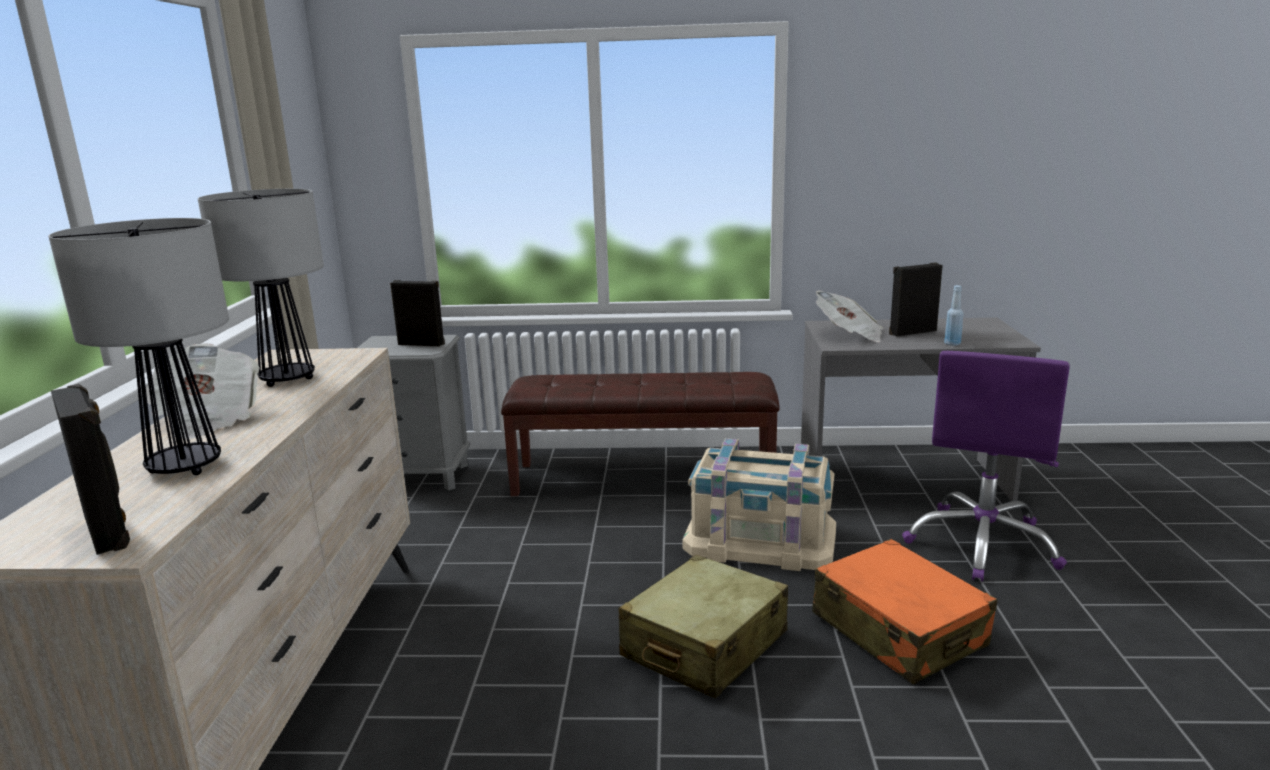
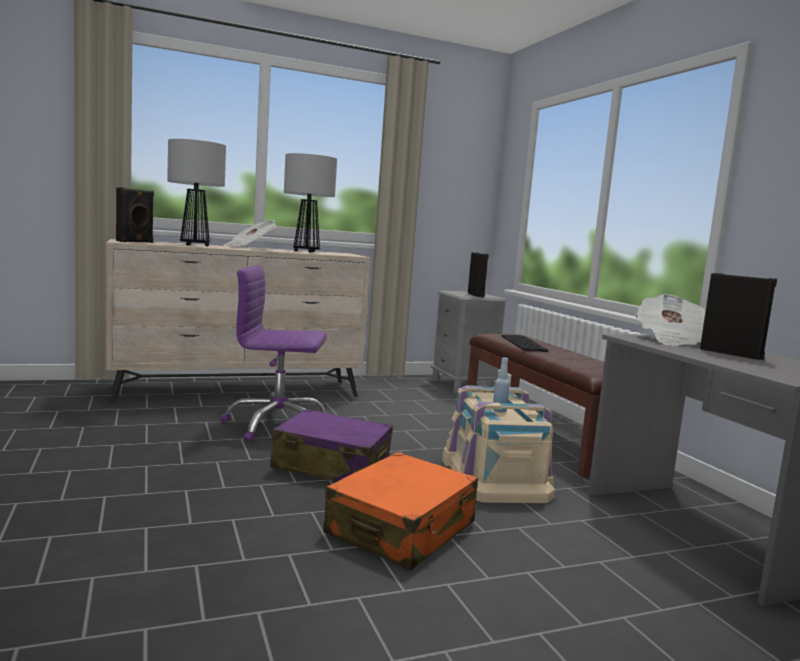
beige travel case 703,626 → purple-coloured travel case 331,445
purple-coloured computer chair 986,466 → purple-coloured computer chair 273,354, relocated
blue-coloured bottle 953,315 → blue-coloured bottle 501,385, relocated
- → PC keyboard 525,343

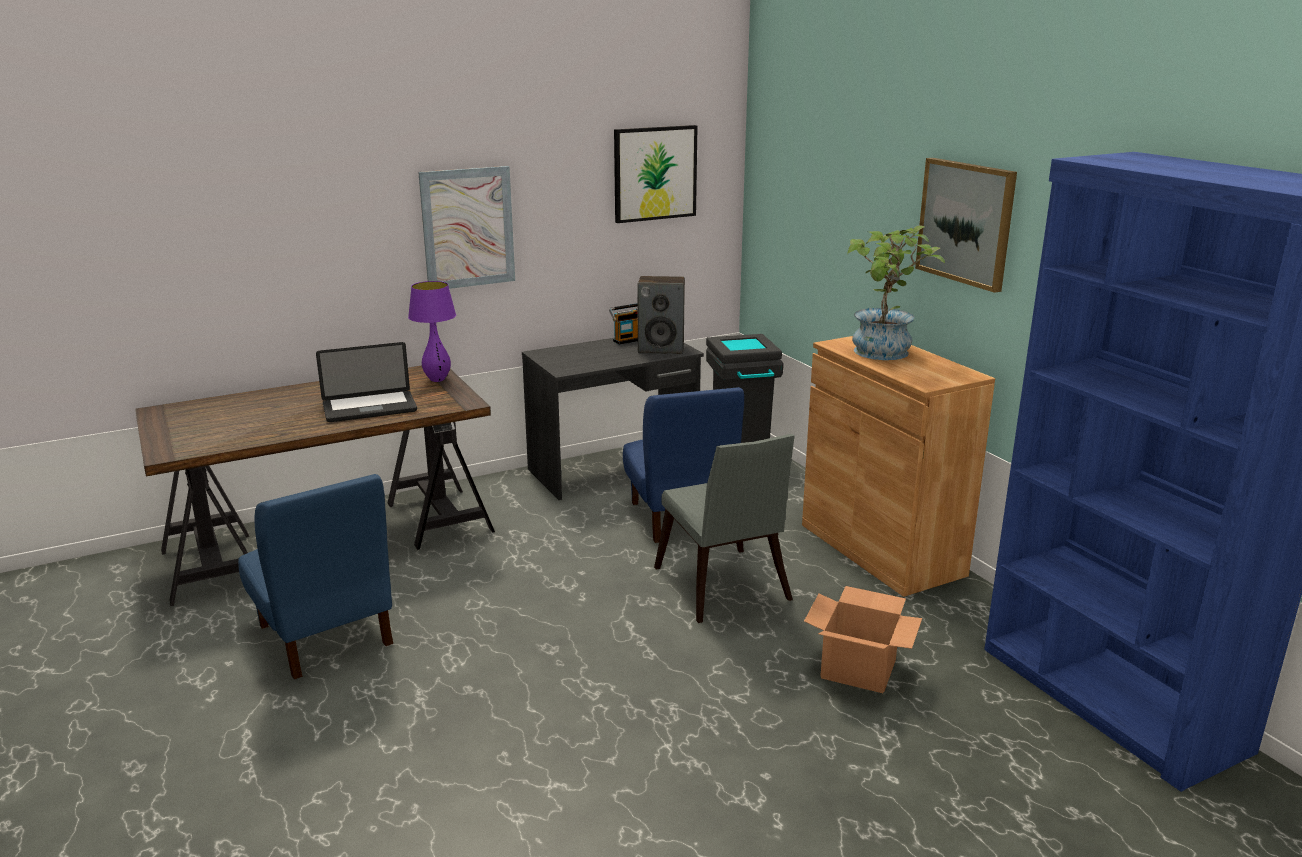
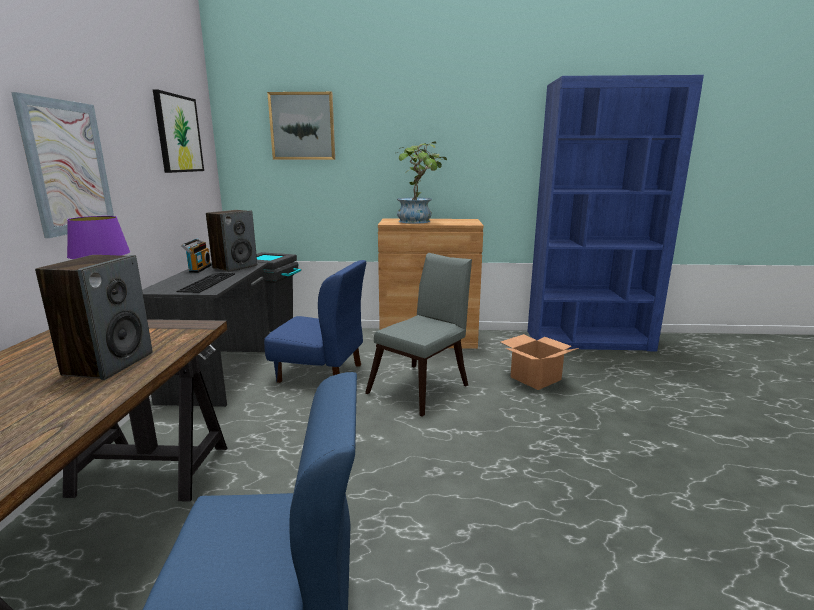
laptop 366,382 → speaker 94,317
greyish chair 724,528 → greyish chair 418,335, 60 degrees counterclockwise
picture 966,225 → picture 301,126, relocated
- → PC keyboard 205,283

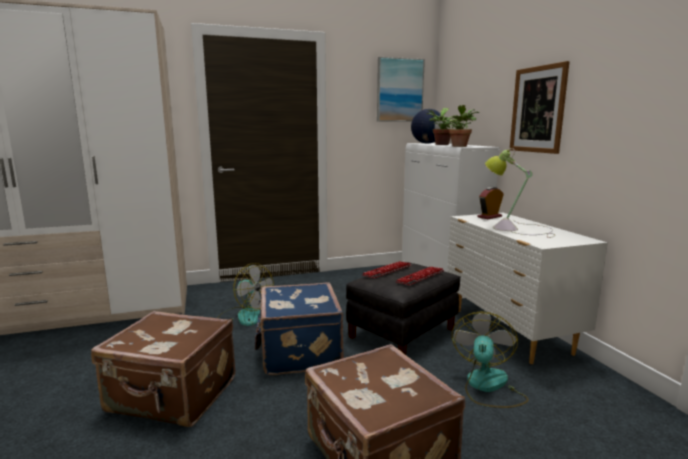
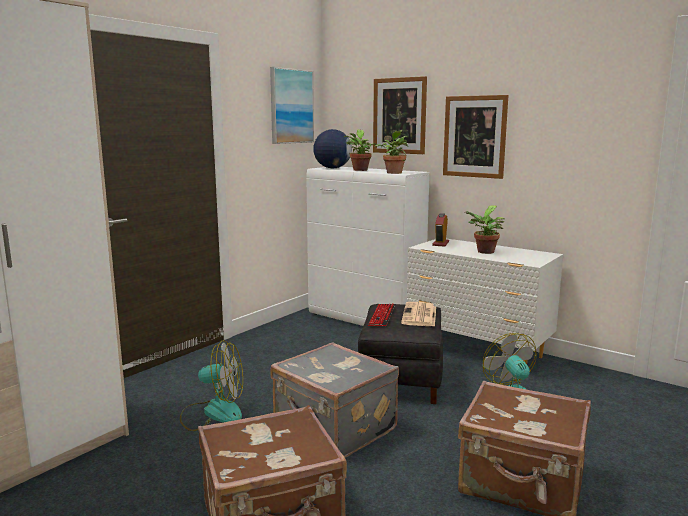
blue-coloured travel case 299,328 → greyish travel case 334,400
PC keyboard 419,275 → newspaper 418,314
table lamp 520,193 → houseplant 484,230
- → picture 400,115

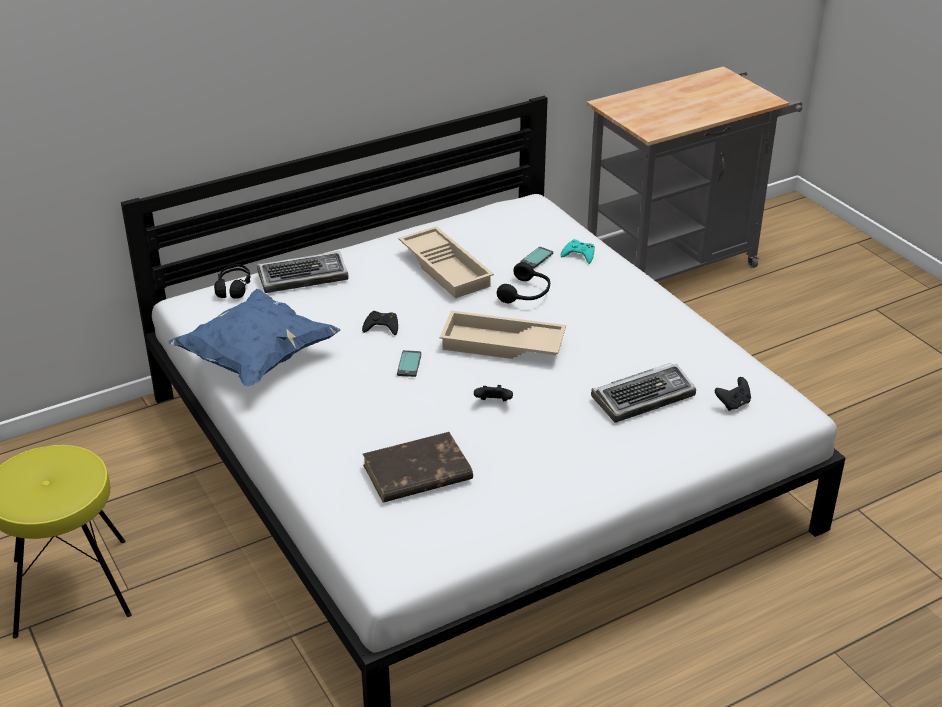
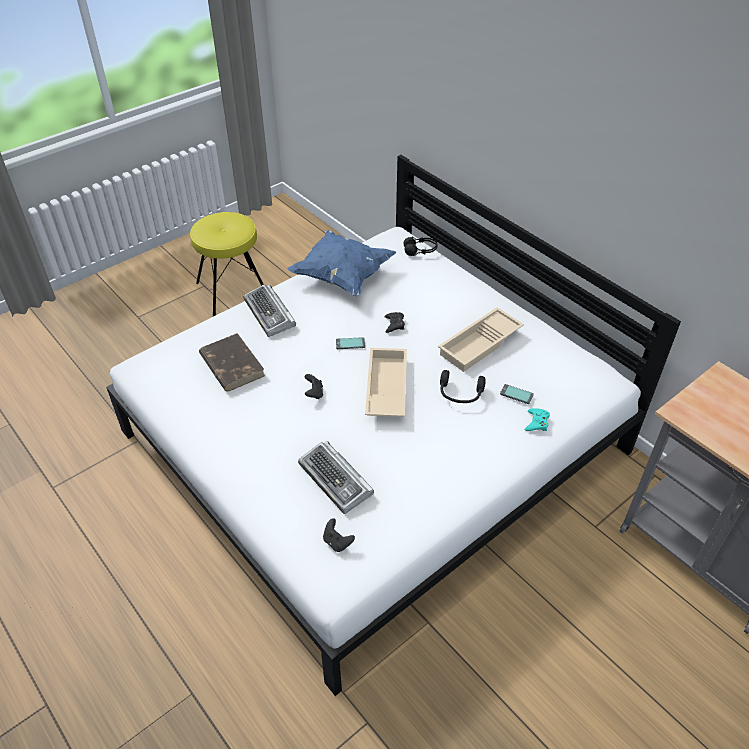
PC keyboard 303,272 → PC keyboard 269,310, relocated

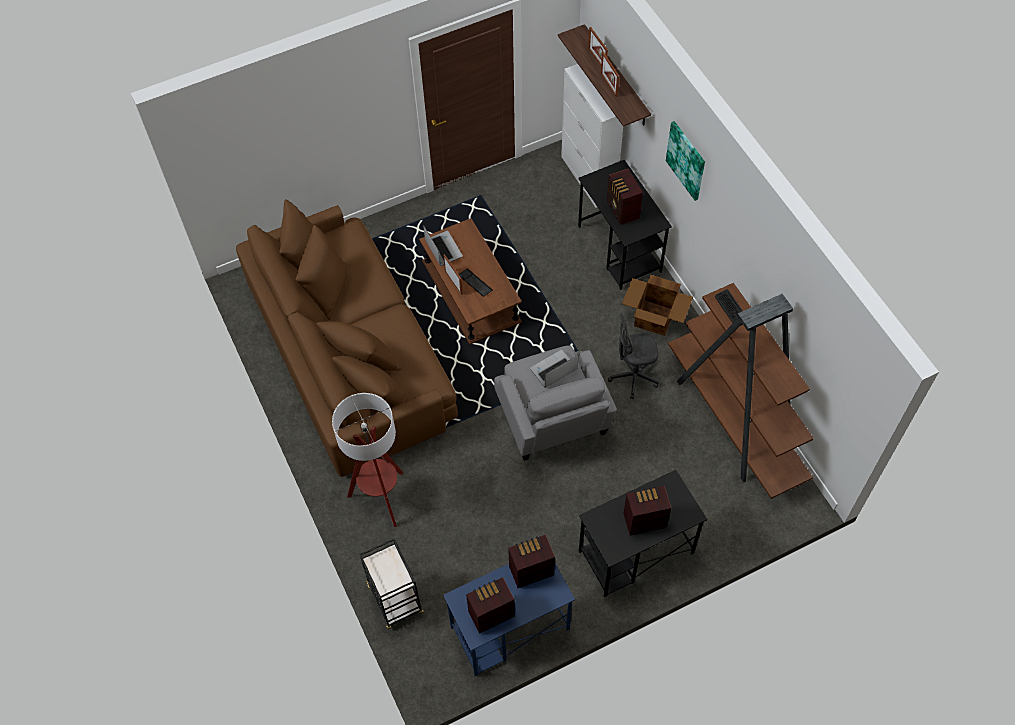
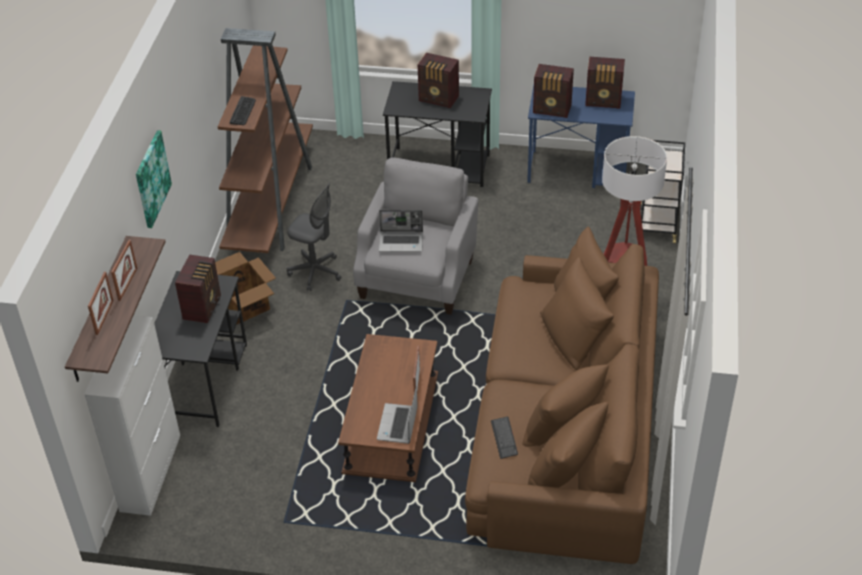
PC keyboard 476,282 → PC keyboard 504,438, relocated

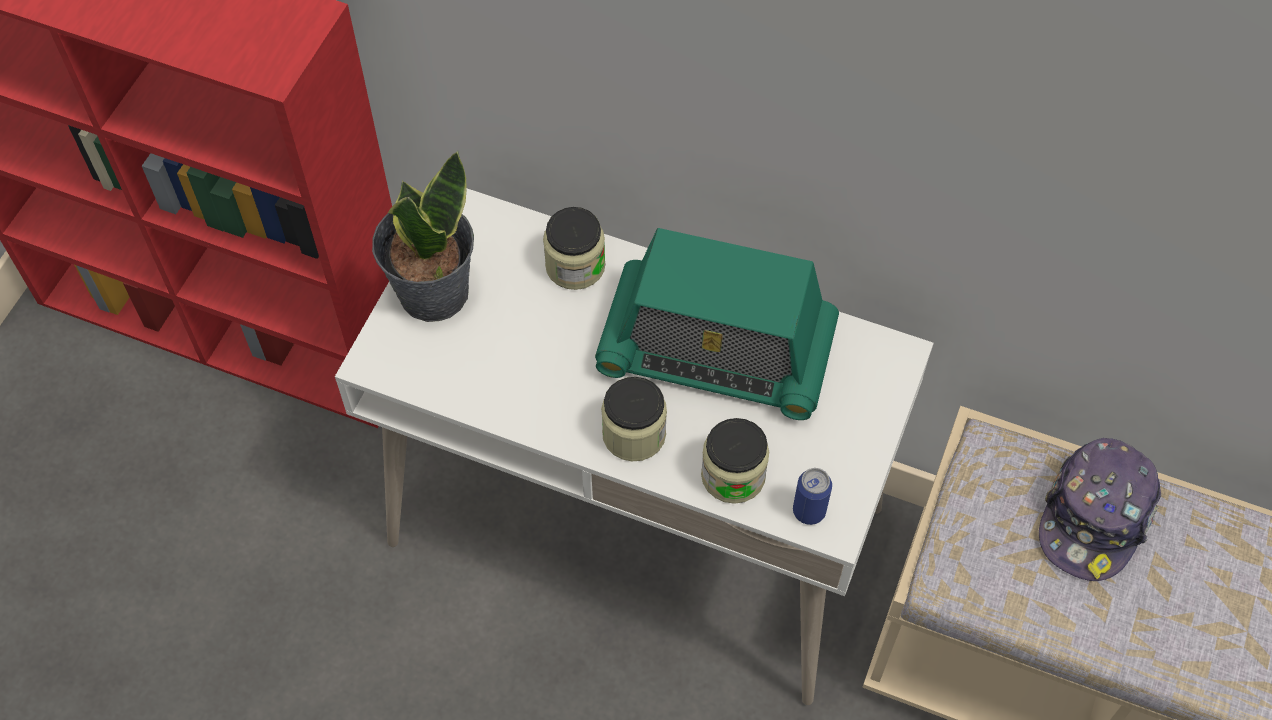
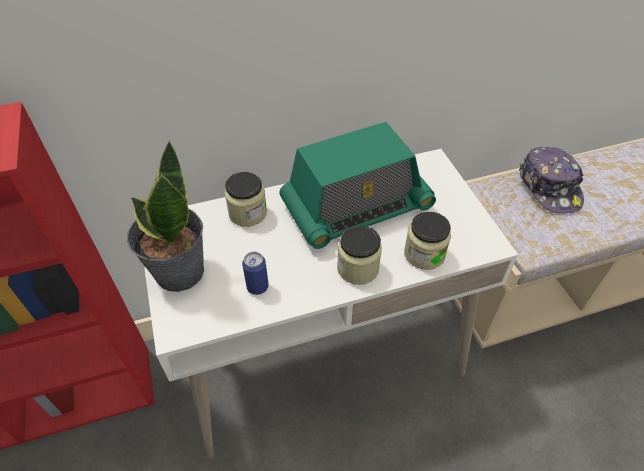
can 812,496 → can 255,273, relocated

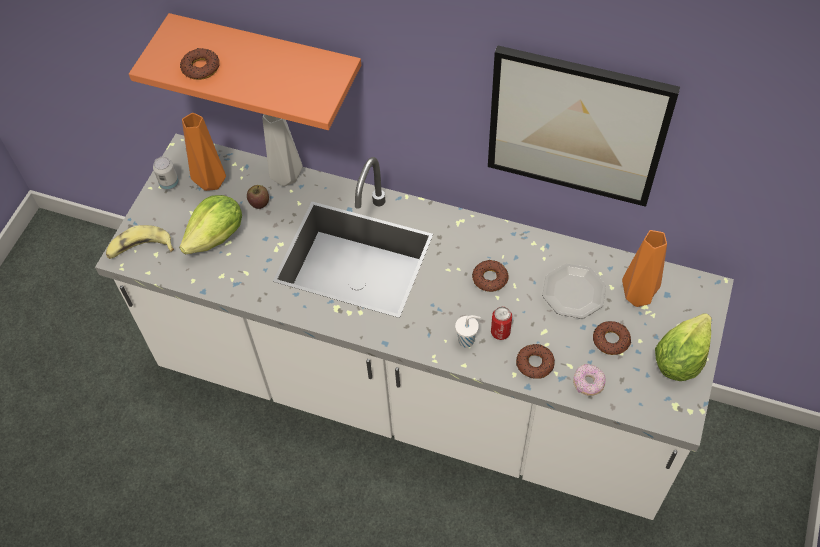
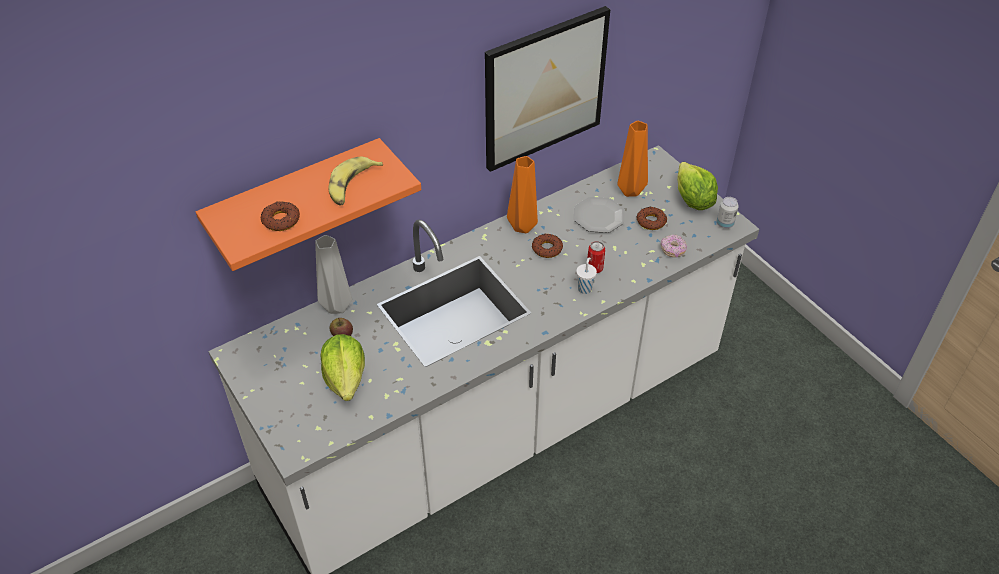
banana fruit 140,242 → banana fruit 355,181, relocated
can 166,173 → can 727,213, relocated
orangey decorative vase 204,152 → orangey decorative vase 522,194, relocated
doughnut 535,361 → -

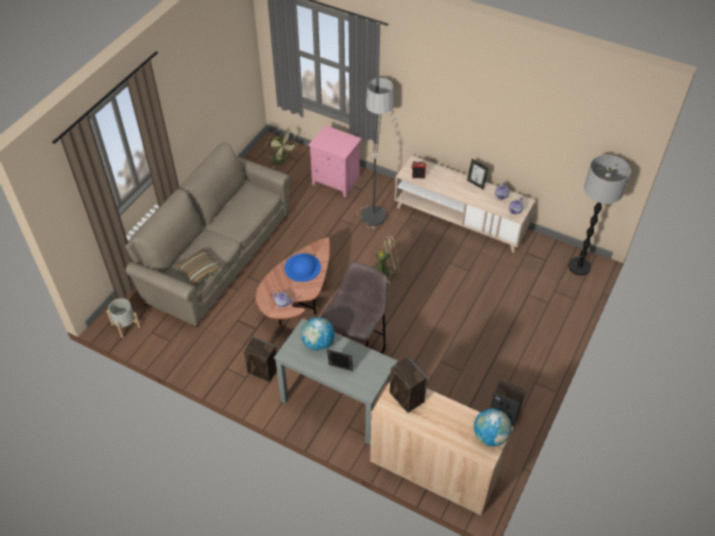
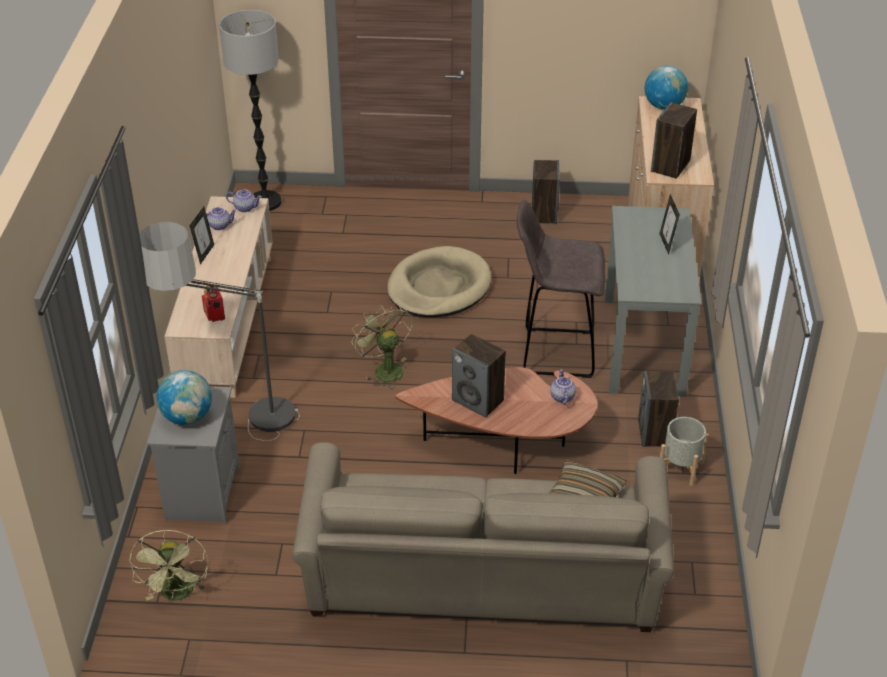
greyish flower pot 124,318 → greyish flower pot 684,451, relocated
green cooling fan 282,148 → green cooling fan 169,565, 150 degrees clockwise
blue-coloured wearable hat 302,267 → speaker 479,376
globe 318,334 → globe 184,397, relocated
pinkish nightstand 335,161 → greyish nightstand 193,455
- → beige dog bed 439,281

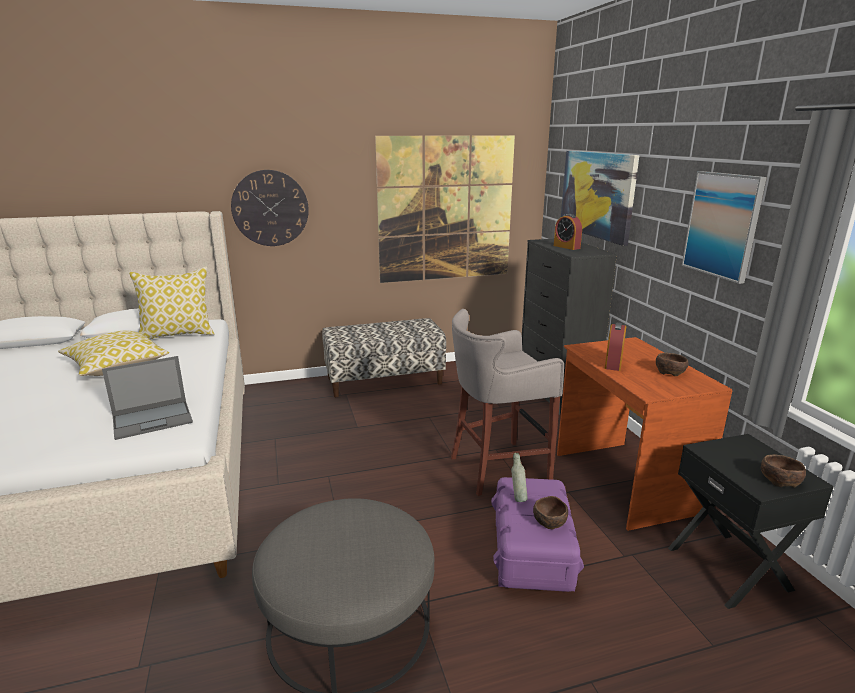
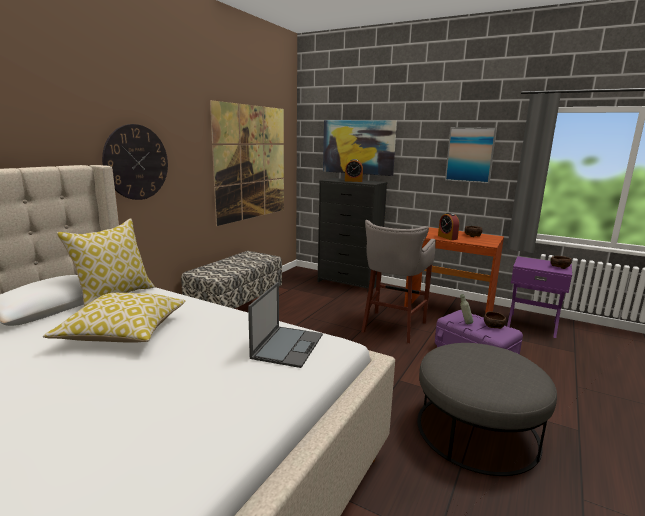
black-coloured nightstand 751,521 → purple-coloured nightstand 539,297

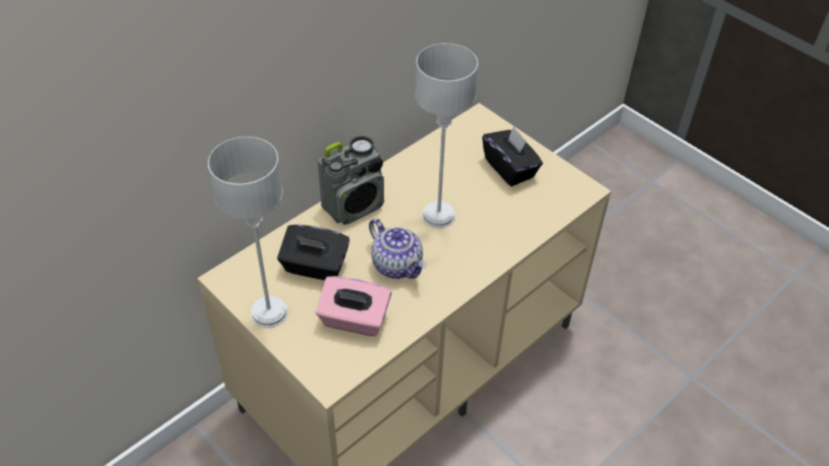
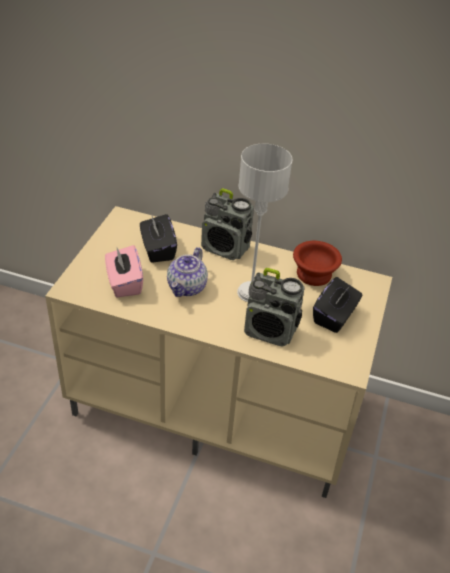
greyish table lamp 248,232 → -
- → radio 274,307
- → brown deep dish 317,263

